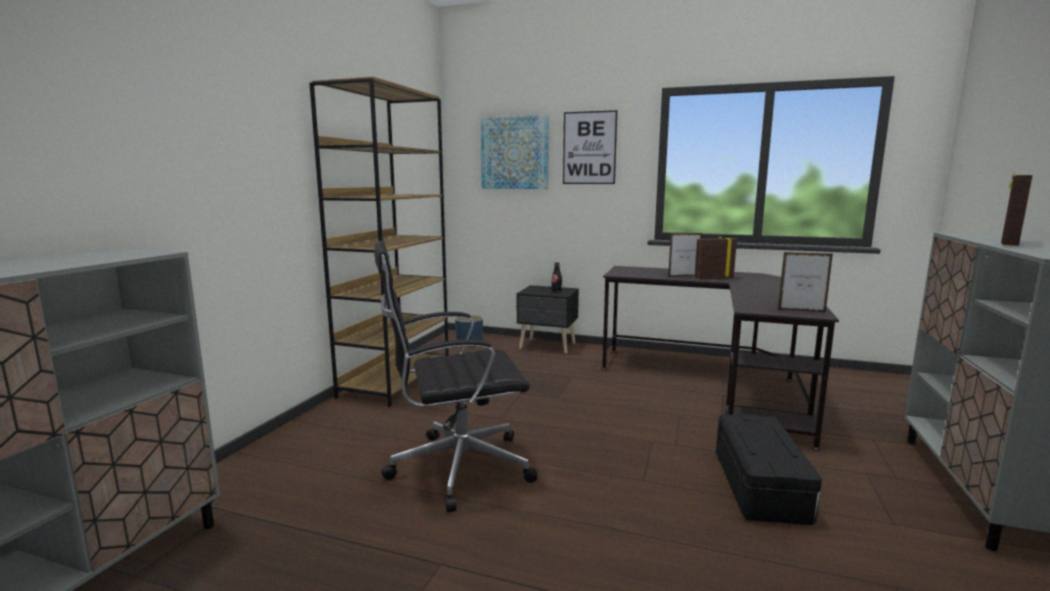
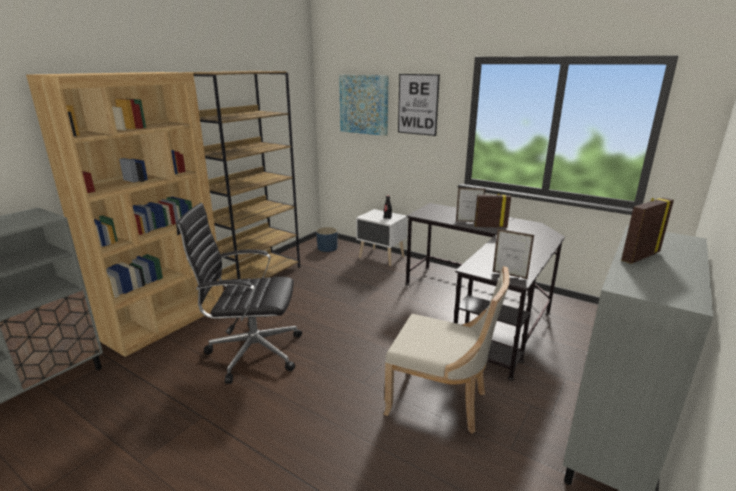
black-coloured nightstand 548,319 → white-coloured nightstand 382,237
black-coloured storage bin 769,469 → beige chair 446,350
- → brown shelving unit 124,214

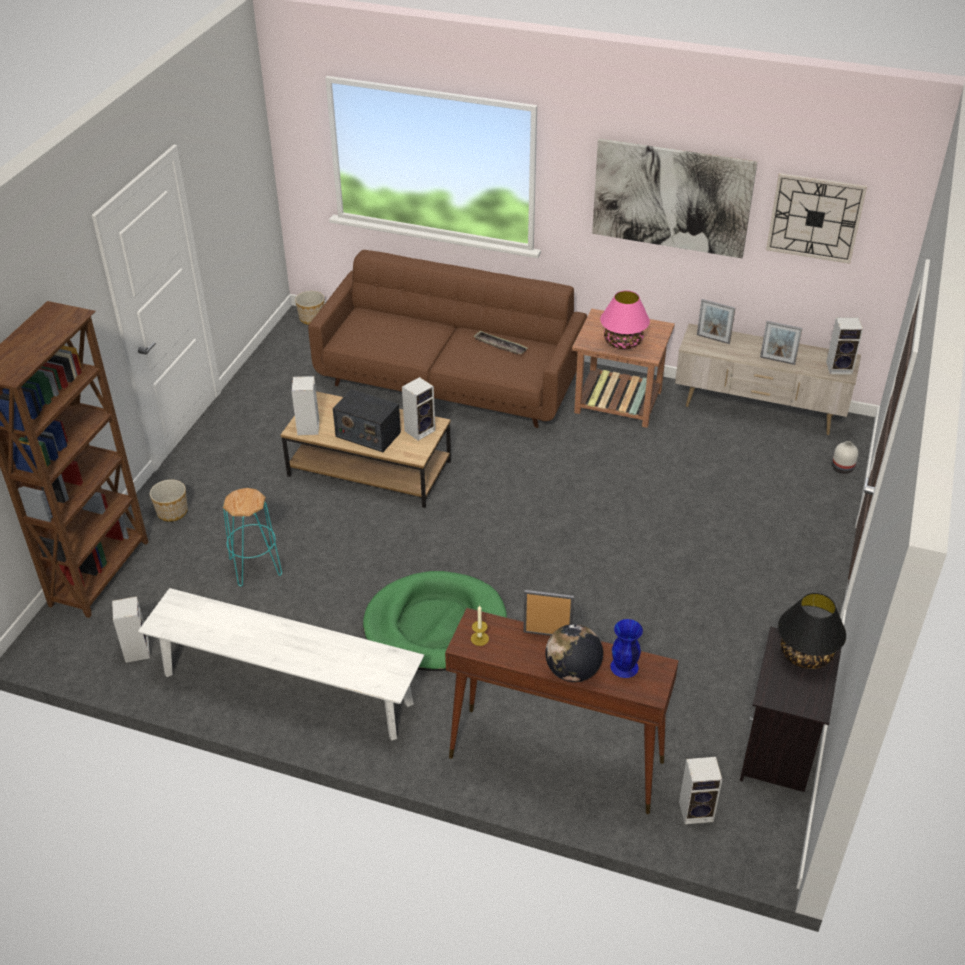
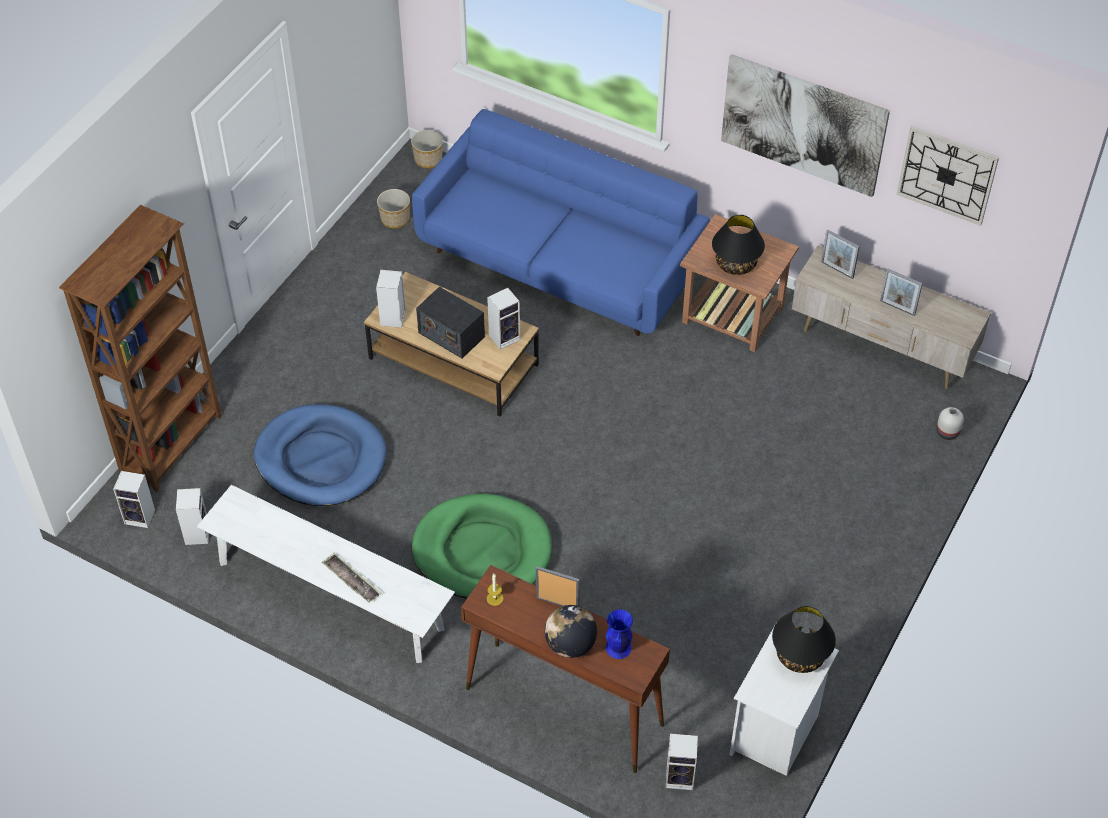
flower pot 169,501 → flower pot 393,209, relocated
turquoise-coloured stool 252,537 → blue-coloured dog bed 320,455
brown sofa 447,339 → blue-coloured sofa 561,222
tray 500,342 → tray 351,578, relocated
pinkish table lamp 625,320 → black-coloured table lamp 738,245
black-coloured nightstand 790,709 → white-coloured nightstand 784,699
speaker 844,345 → speaker 134,499, relocated

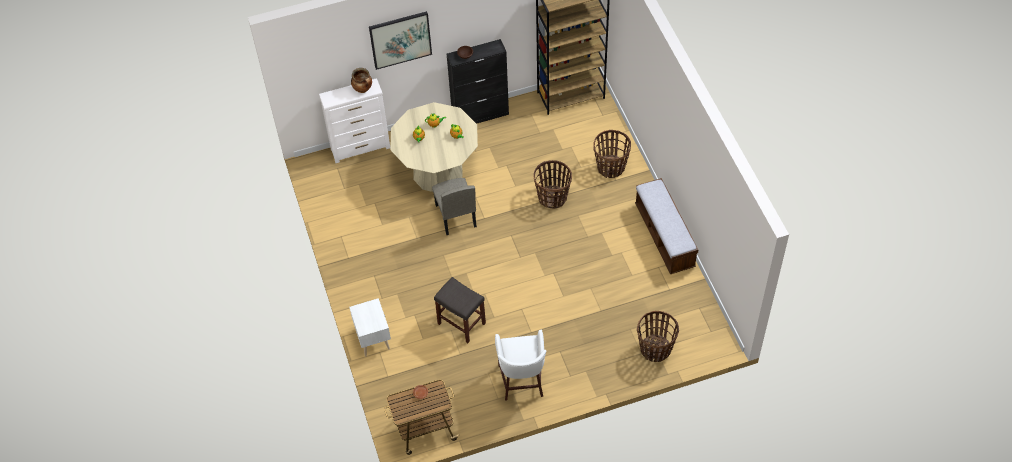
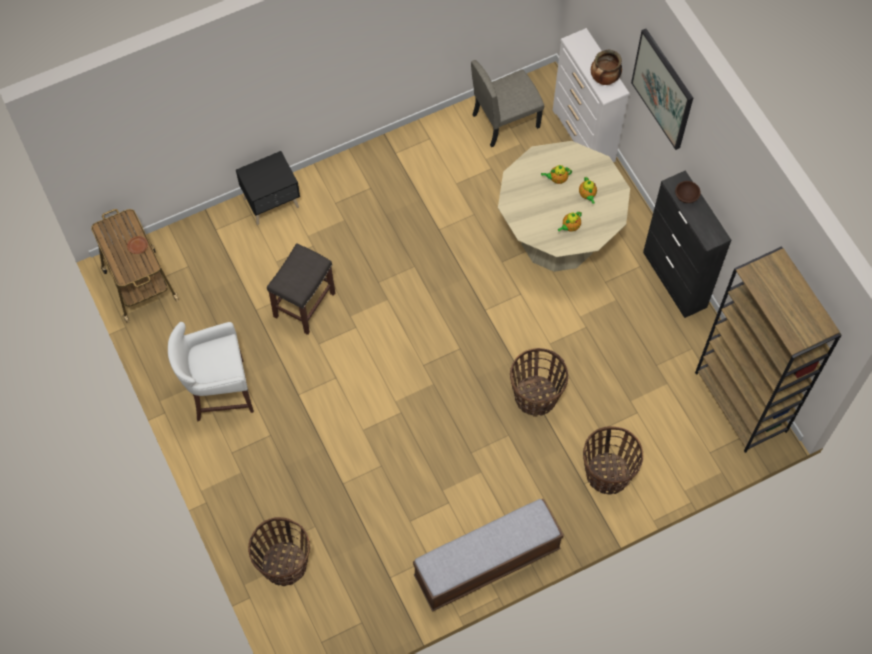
white-coloured nightstand 370,327 → black-coloured nightstand 268,188
beige chair 454,206 → beige chair 507,103, relocated

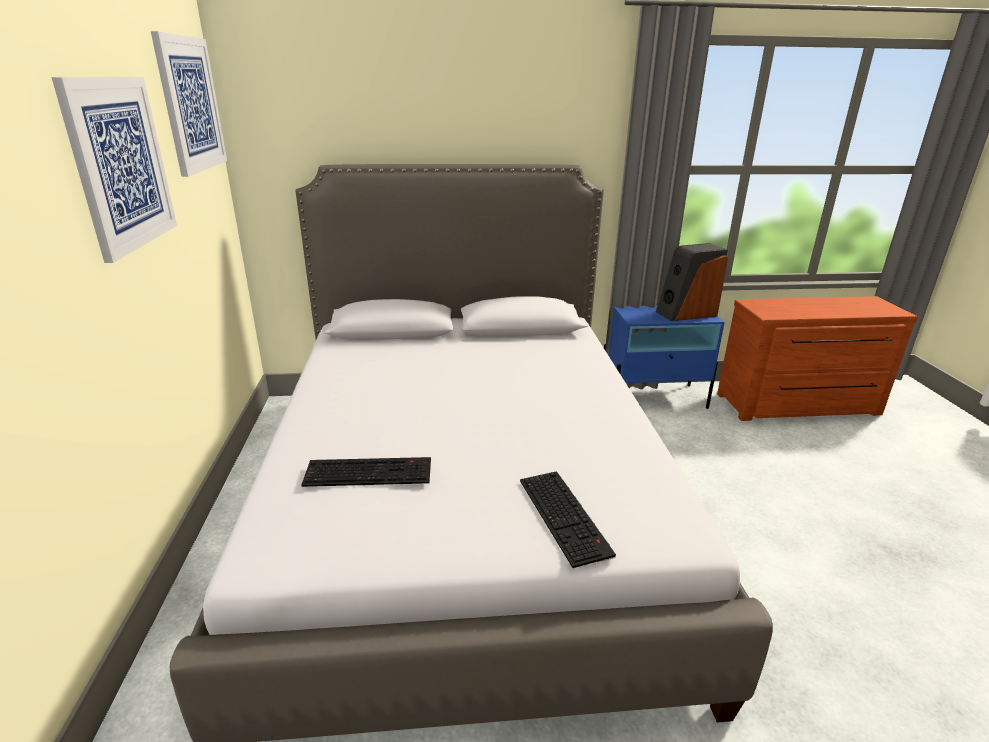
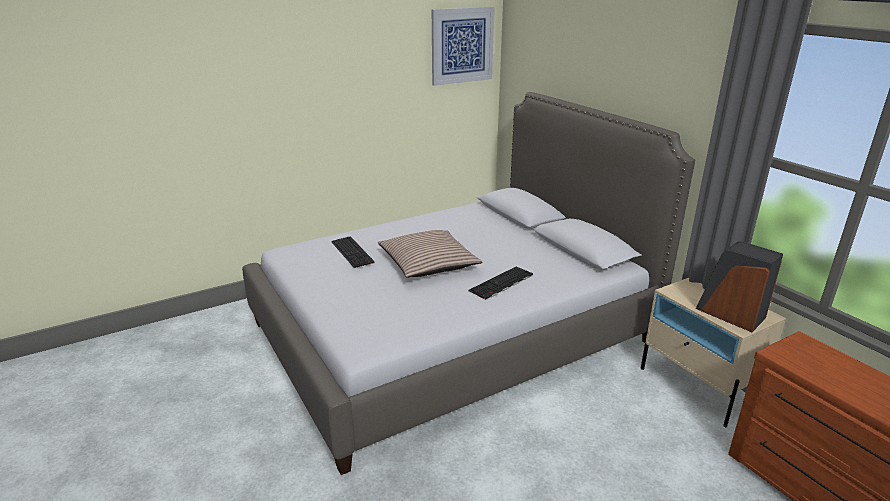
picture 114,170 → -
PC keyboard 568,519 → PC keyboard 500,283, relocated
blue-coloured nightstand 664,357 → beige nightstand 713,352
- → cushion 430,254

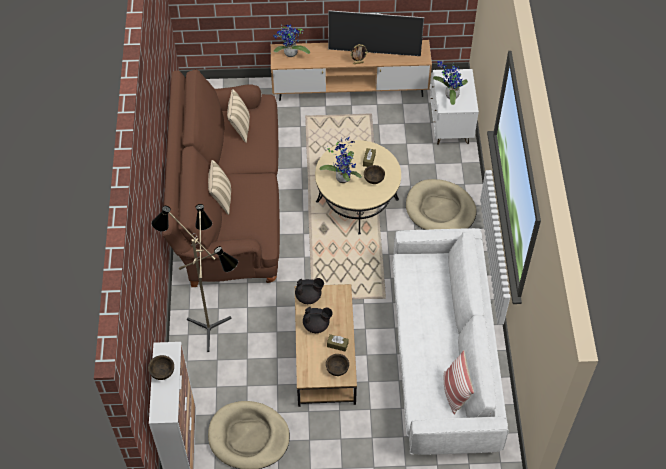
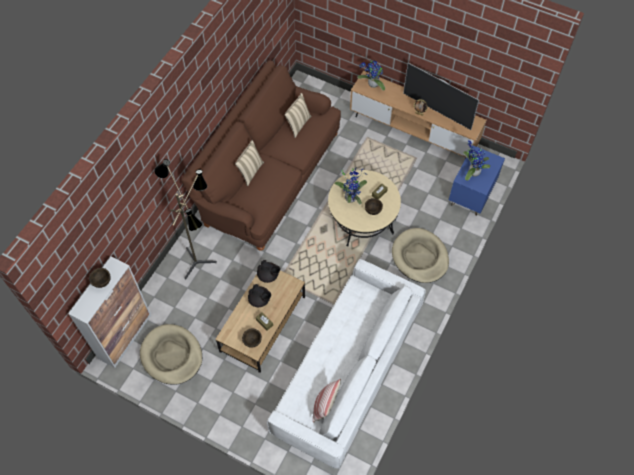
white-coloured nightstand 454,107 → blue-coloured nightstand 477,180

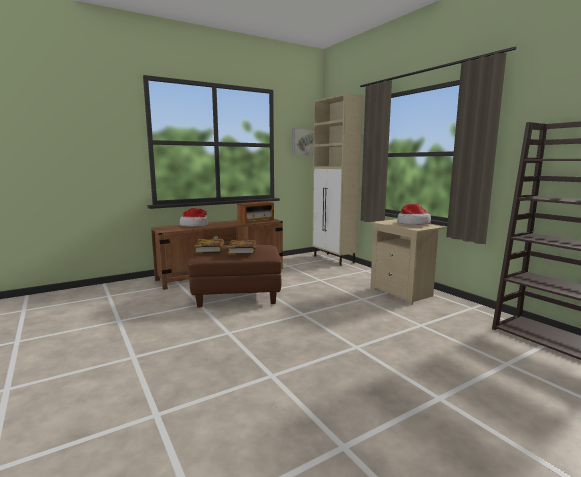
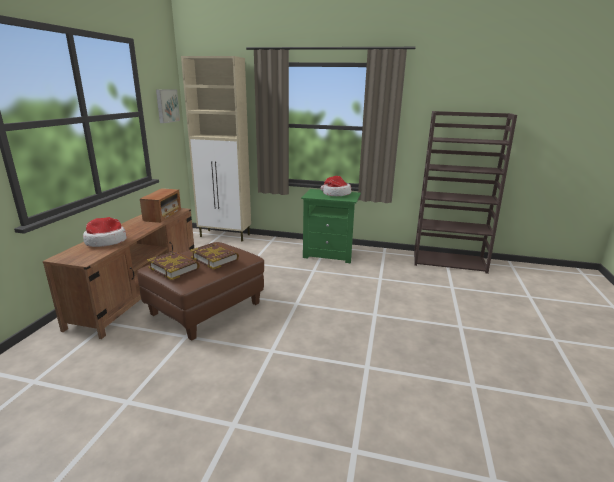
beige nightstand 408,262 → green nightstand 331,226

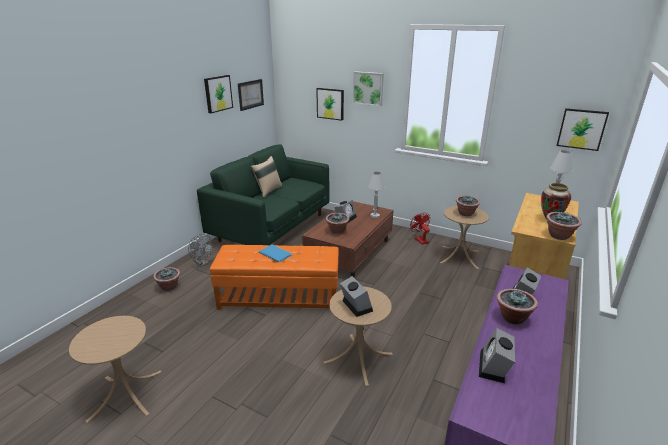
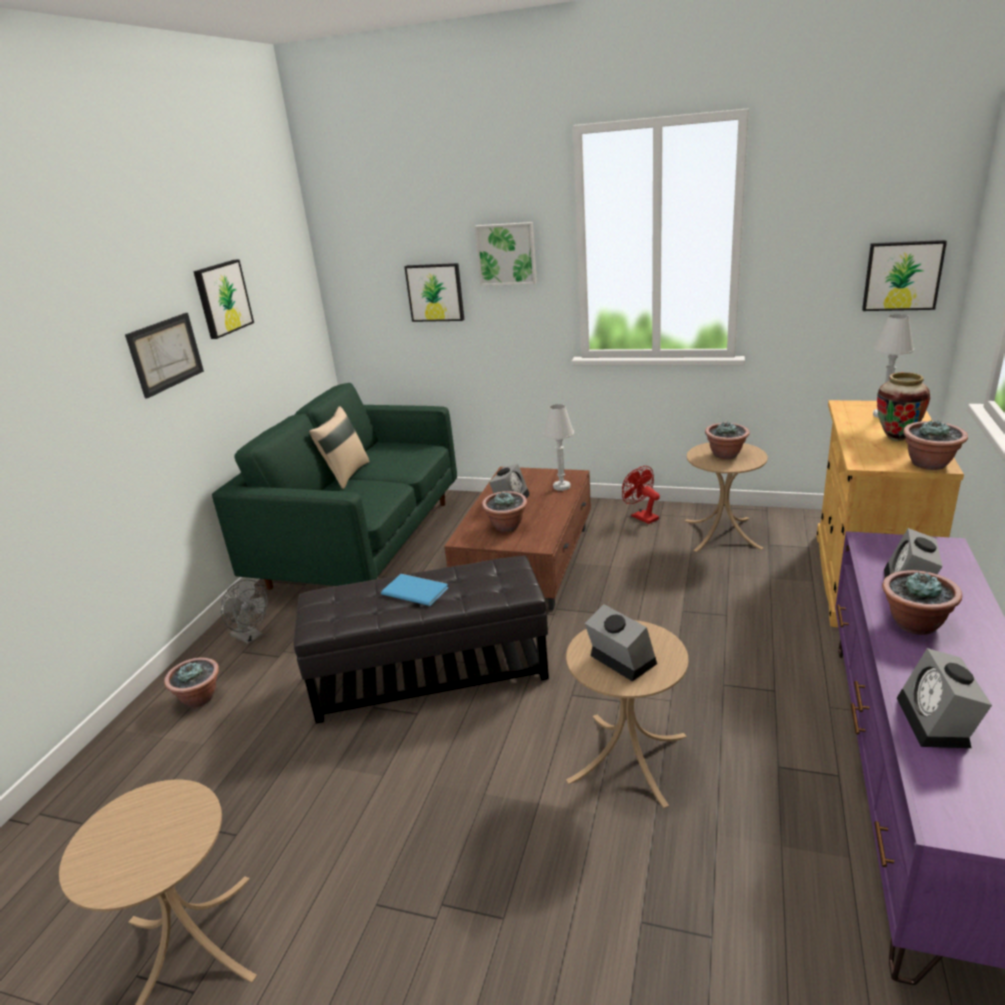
orangey ottoman 274,277 → black-coloured ottoman 421,640
picture 251,95 → picture 164,356, relocated

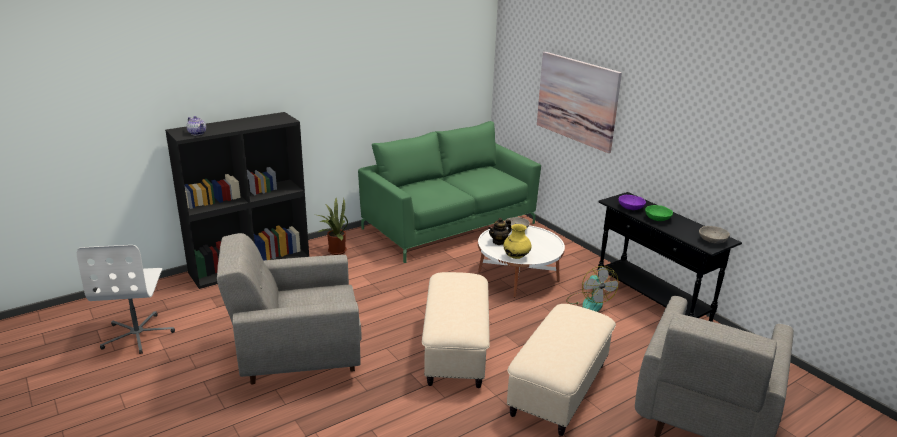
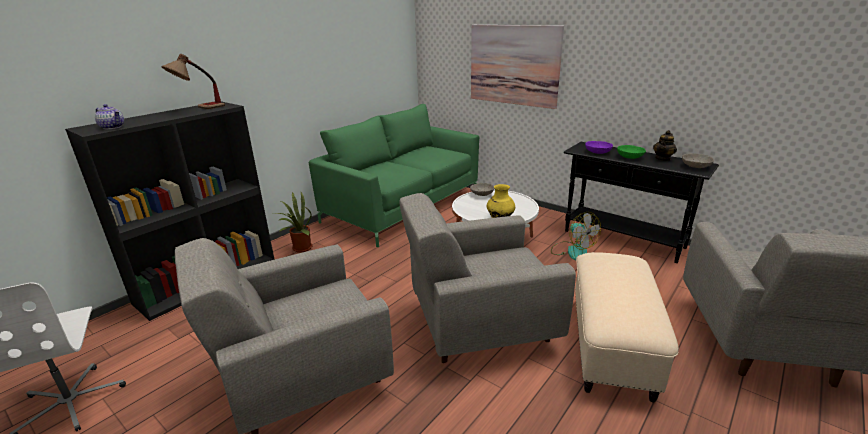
beige ottoman 456,330 → greyish easy chair 488,278
teapot 499,231 → teapot 665,145, relocated
- → table lamp 193,81

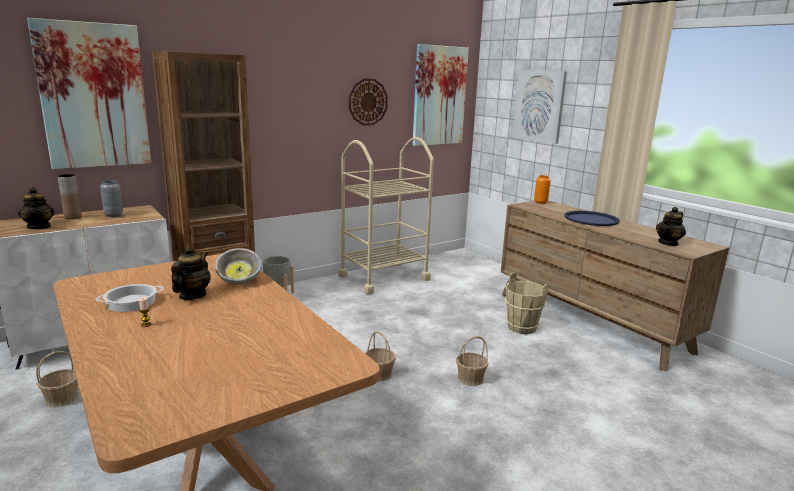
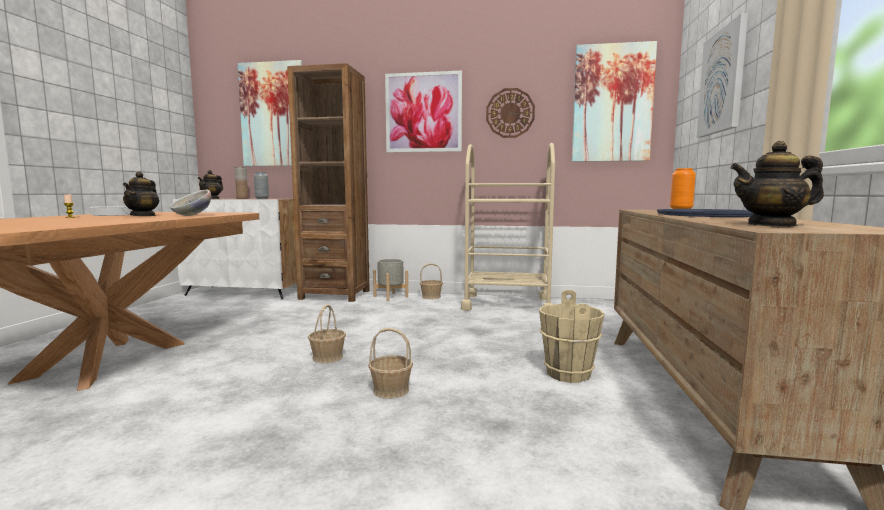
household basket 57,379 → household basket 431,281, relocated
teapot 191,273 → teapot 141,194, 120 degrees clockwise
- → picture 423,111

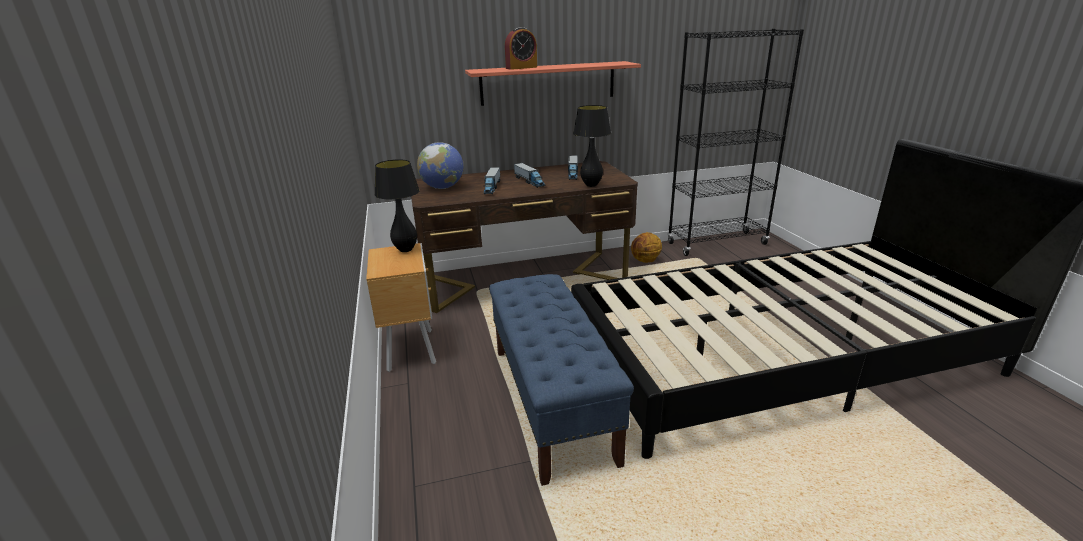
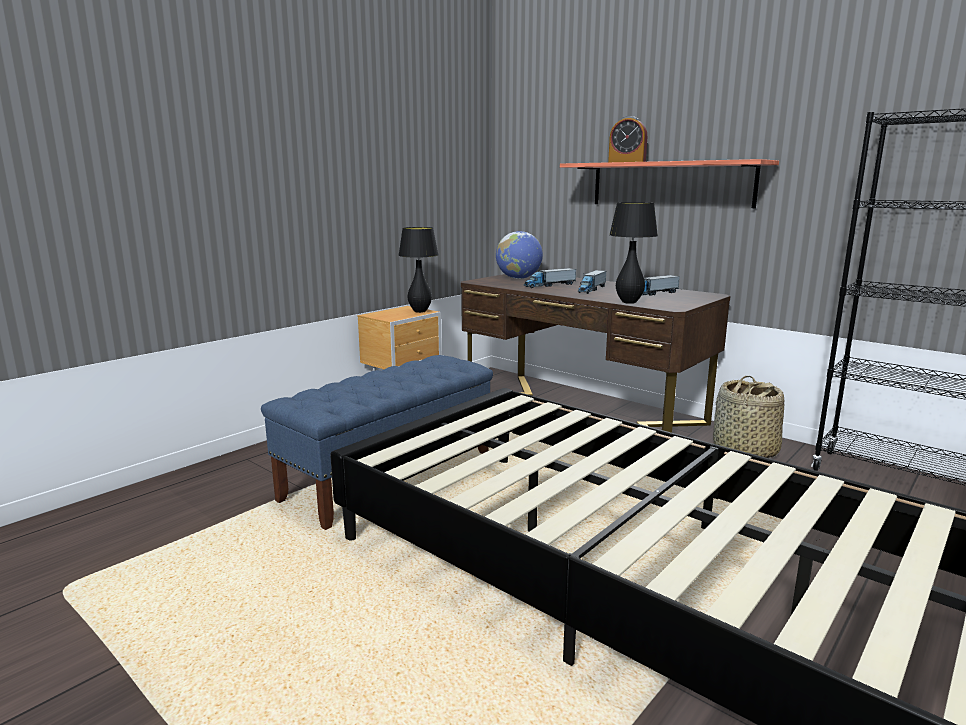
basketball 646,247 → household basket 748,416

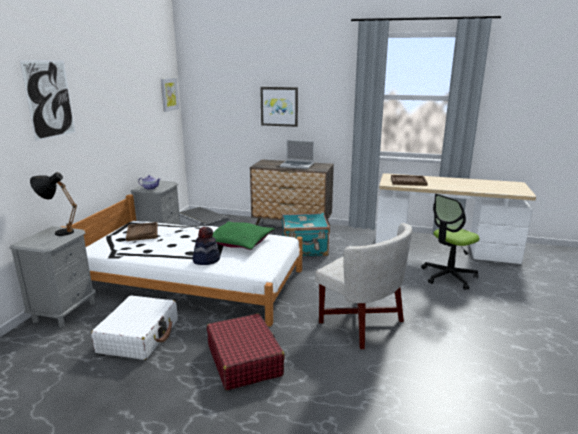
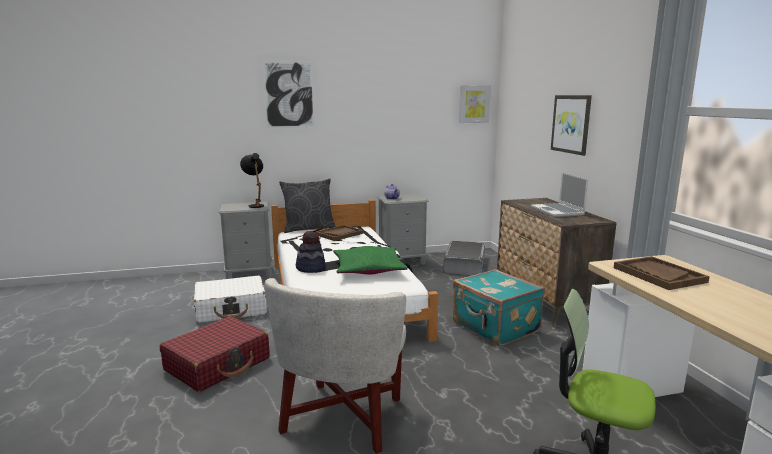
- → greyish cushion 307,205

